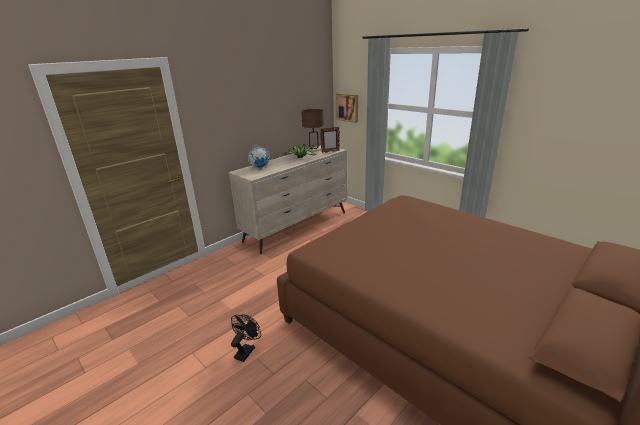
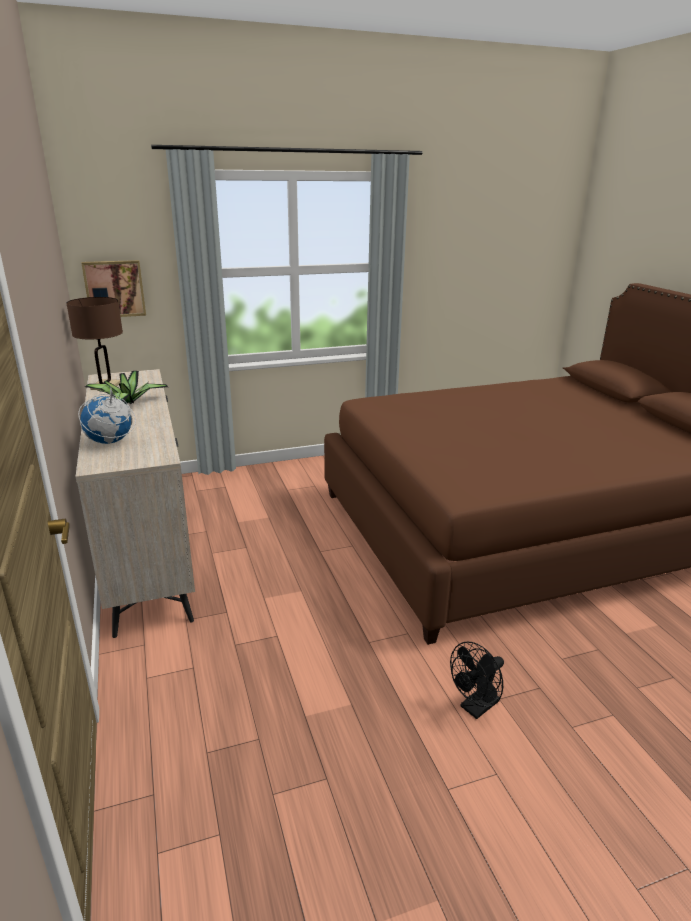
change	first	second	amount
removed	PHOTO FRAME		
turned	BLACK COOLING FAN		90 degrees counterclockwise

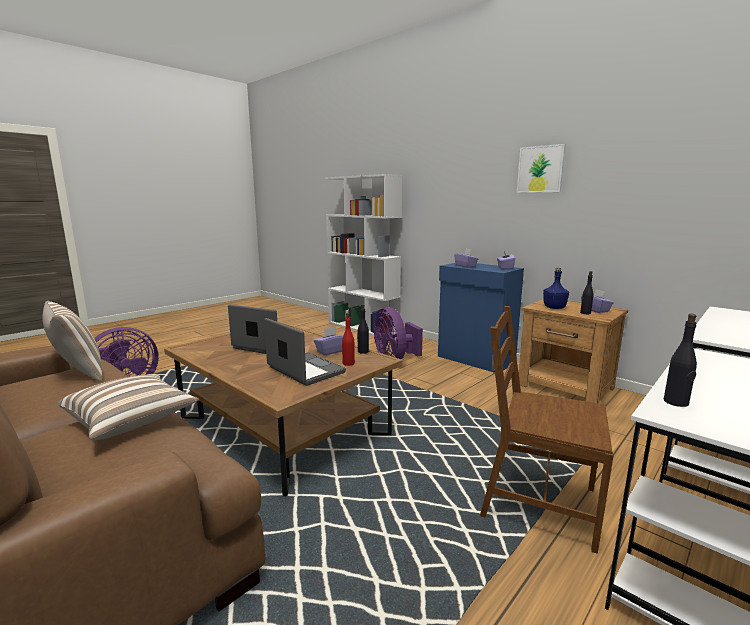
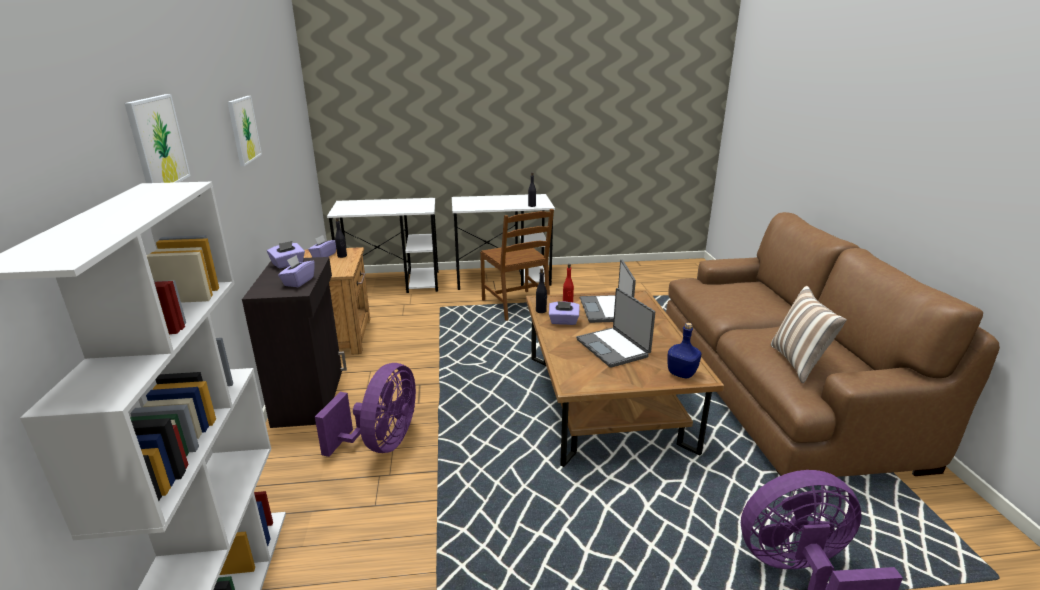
change	first	second	amount
removed	CUSHION (2nd from left)		
added		WALL PICTURE (1st from left)	
moved	BLUE-COLOURED BOTTLE		
recoloured	BLUE-COLOURED CABINET	BLACK CABINET	

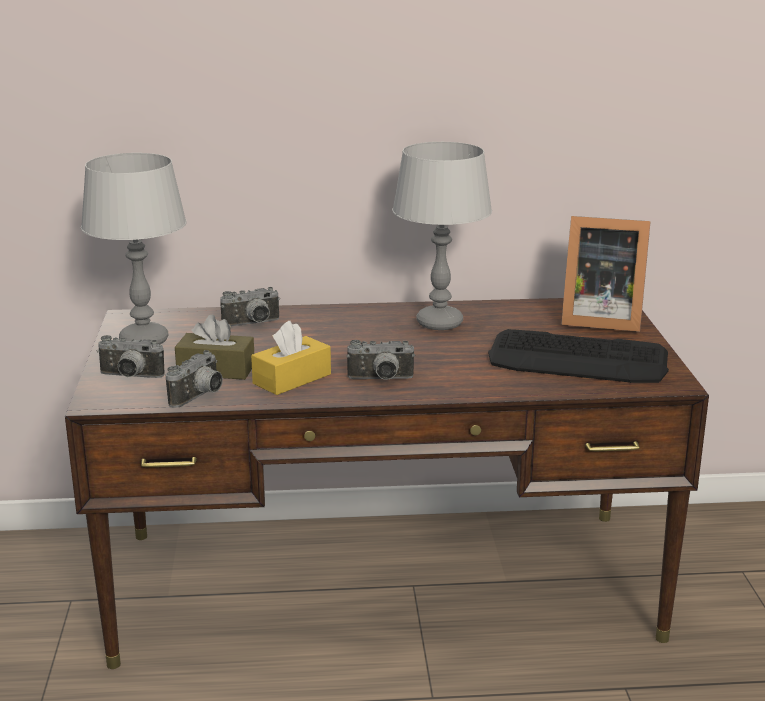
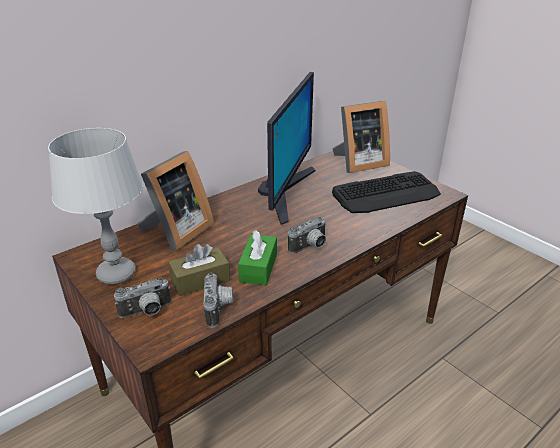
change	first	second	amount
replaced	PHOTO CAMERA (3rd from left)	PHOTO FRAME (1st from left)	
replaced	GREY TABLETOP LAMP (2nd from left)	MONITOR	
recoloured	YELLOW BOX OF TISSUES	GREEN BOX OF TISSUES	

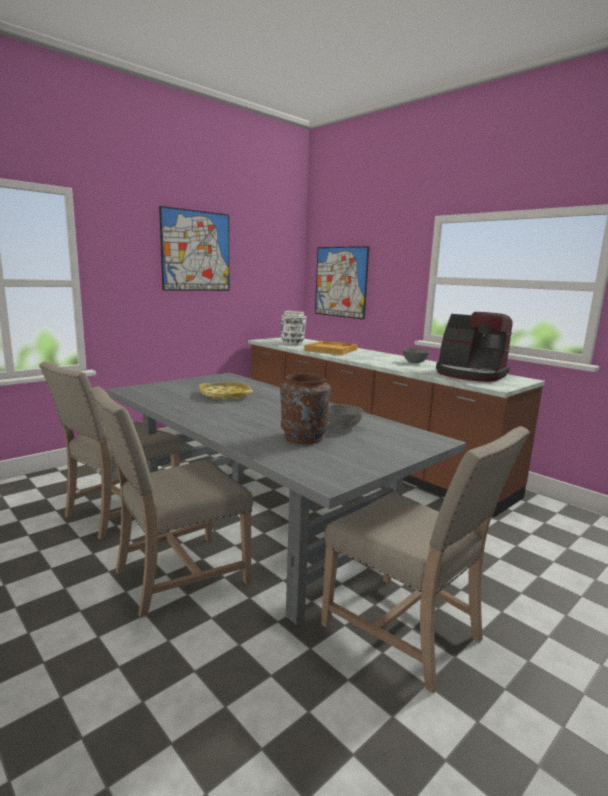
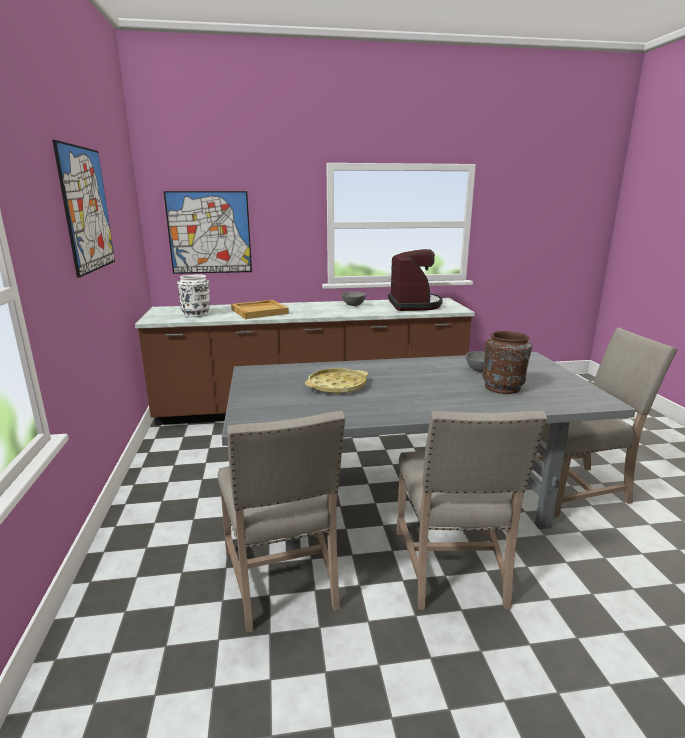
change	first	second	amount
turned	COFFEE BREWER		75 degrees counterclockwise

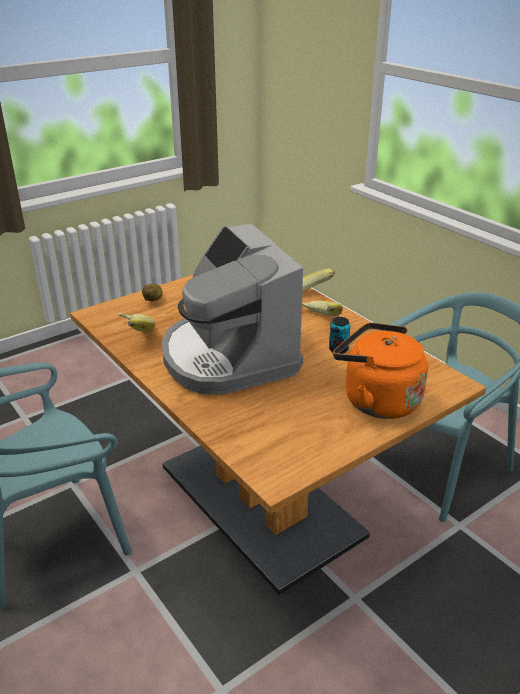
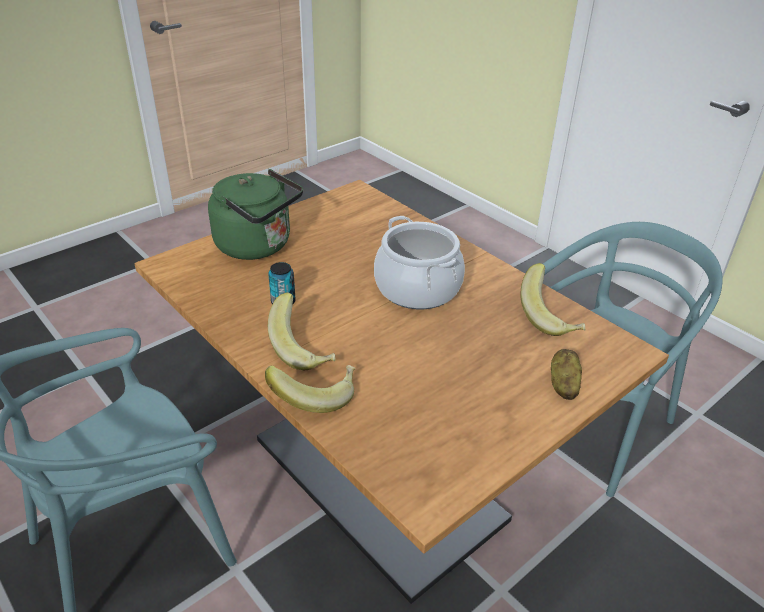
change	first	second	amount
replaced	COFFEE BREWER	STOCKPOT	
recoloured	ORANGE KETTLE	GREEN KETTLE	

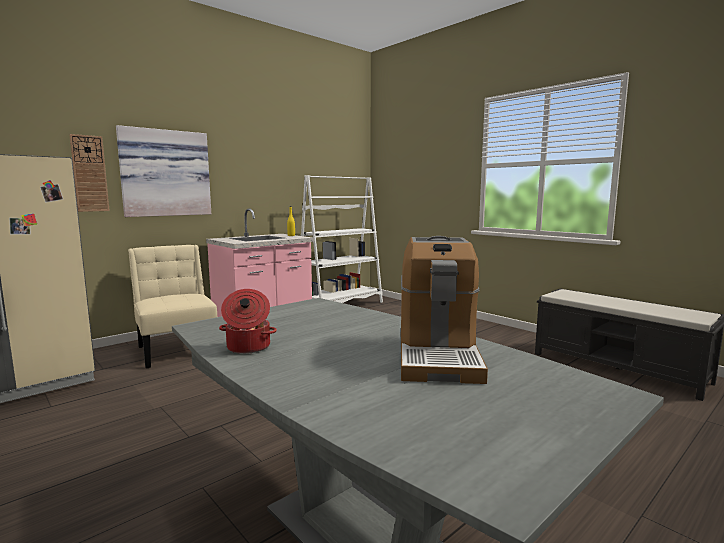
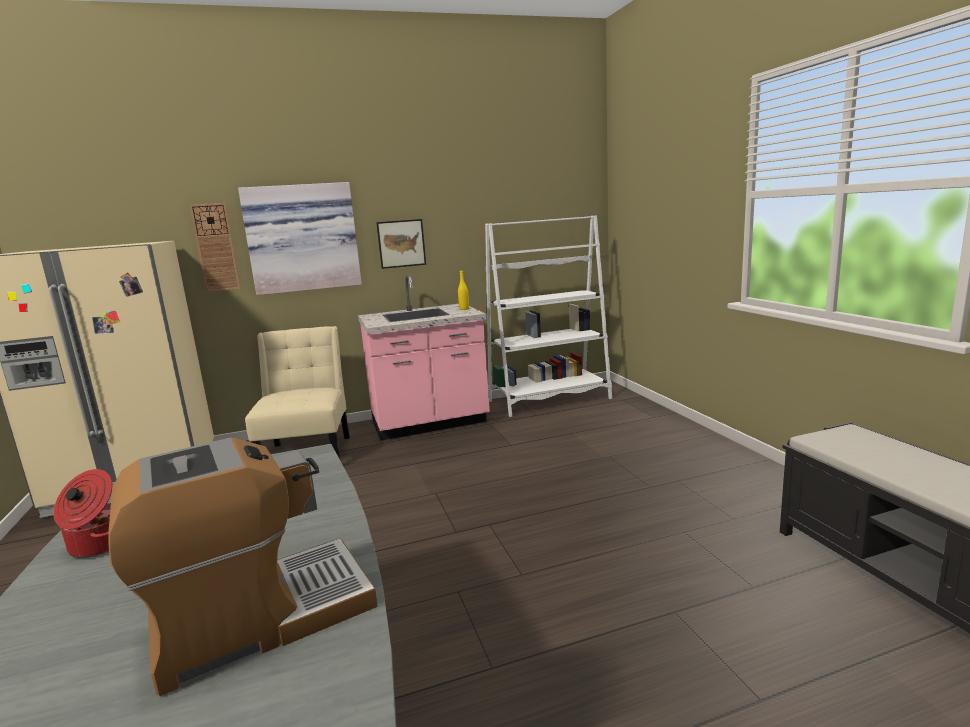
change	first	second	amount
added		WALL PICTURE (2nd from left)	
turned	COFFEE BREWER		150 degrees counterclockwise

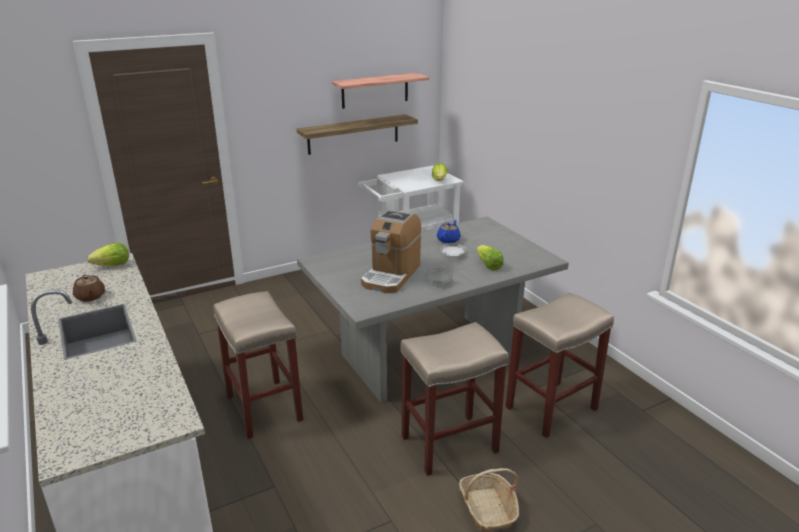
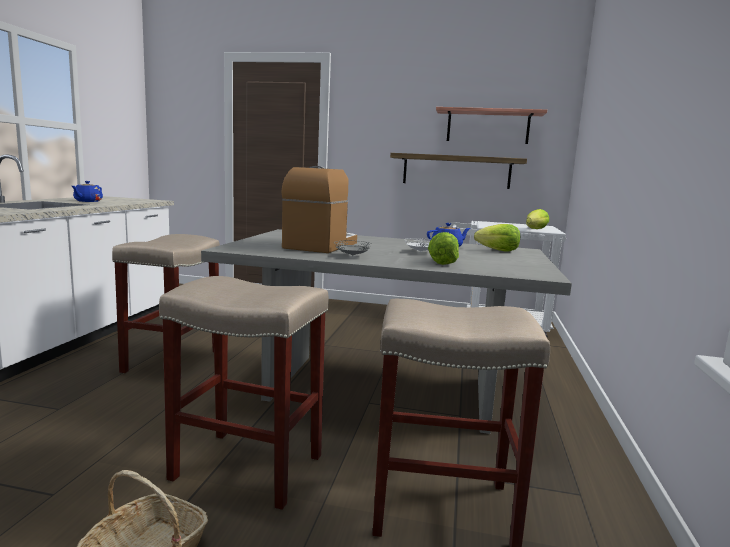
change	first	second	amount
moved	LETTUCE (1st from left in the first image)	LETTUCE (2nd from left)	
recoloured	BROWNISH POT FOR TEA	BLUE-COLOURED POT FOR TEA (1st from left)	
turned	COFFEE BREWER		135 degrees clockwise

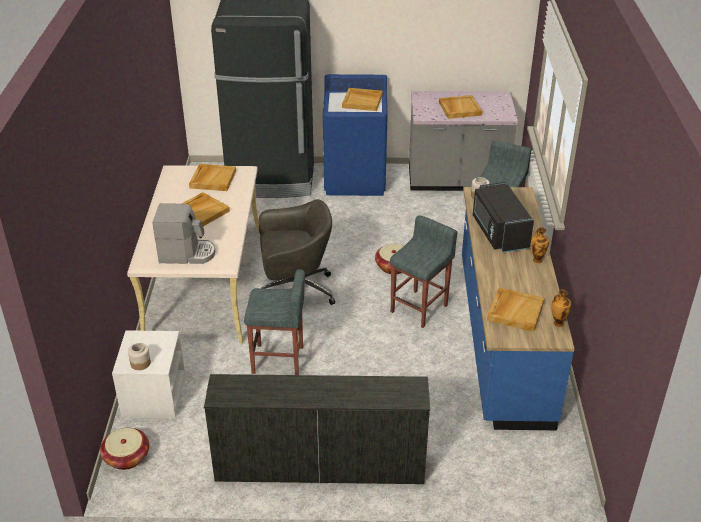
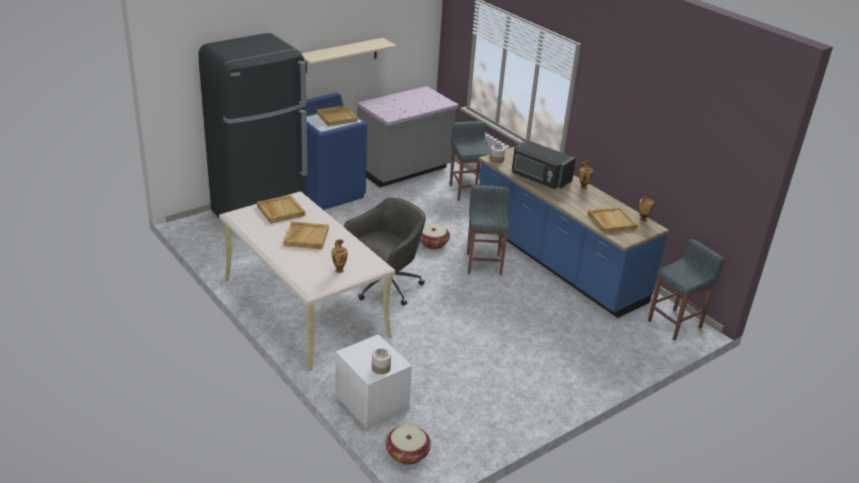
change	first	second	amount
removed	WHITISH CHEST OF DRAWERS		
removed	BEIGE-COLOURED CARRYING TRAY (4th from left)		
added		BEIGE-COLOURED BRACKET SHELF	
moved	GREY STOOL (1st from left in the first image)	GREY STOOL (3rd from left)	
replaced	COFFEE BREWER	VASE (1st from left)	

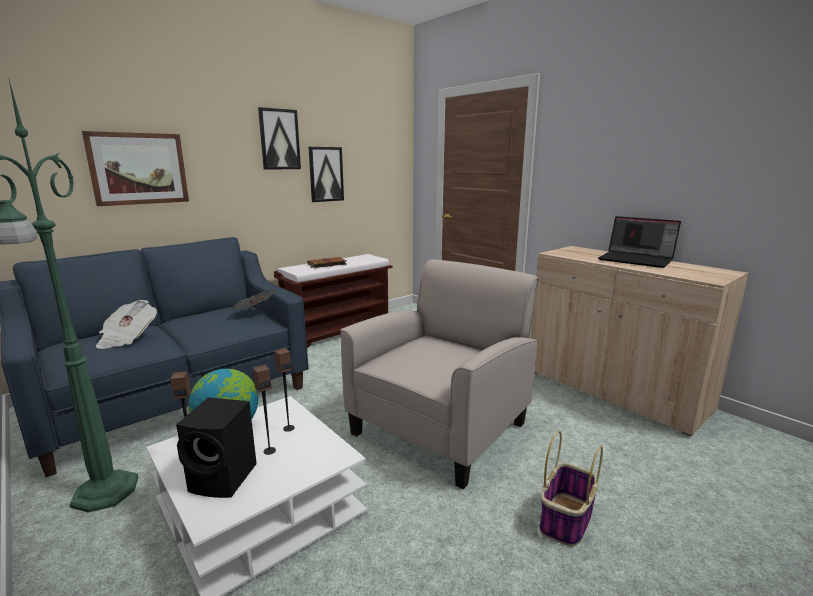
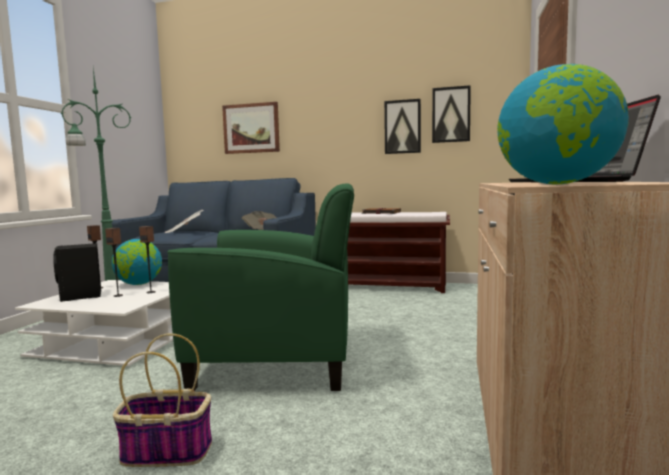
change	first	second	amount
added		GLOBE (2nd from left)	
moved	WALL PICTURE (2nd from left in the first image)	WALL PICTURE (3rd from left)	
recoloured	BEIGE-COLOURED ARMCHAIR	GREEN ARMCHAIR	

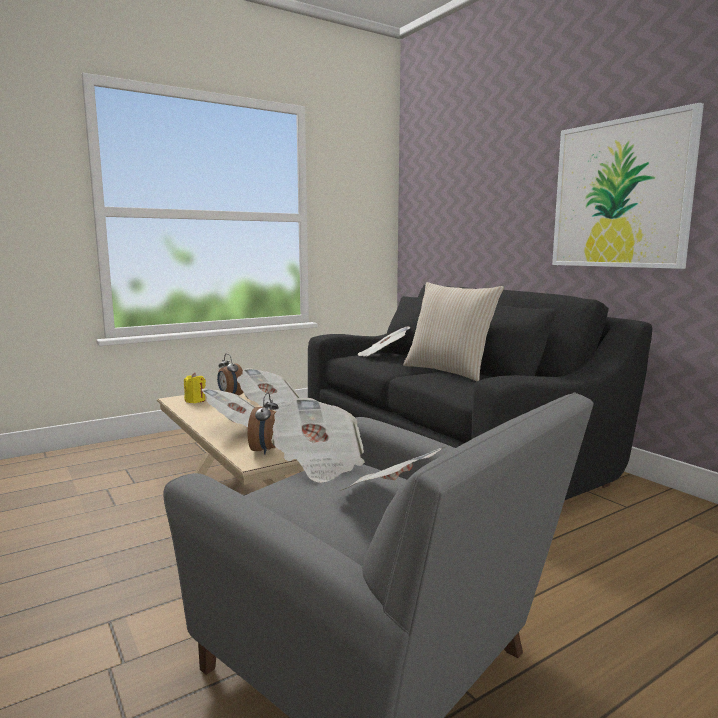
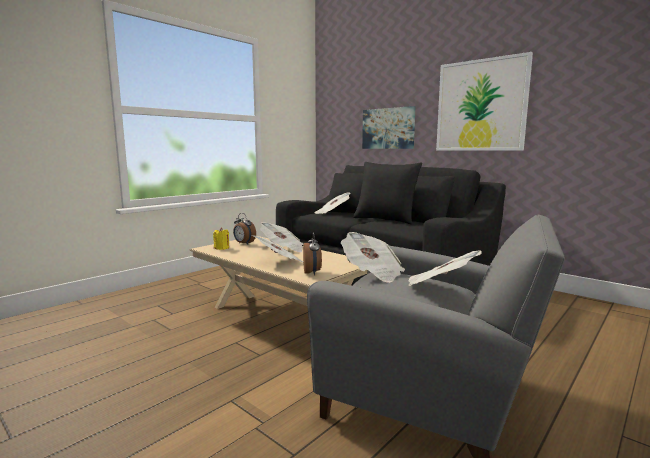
change	first	second	amount
added		WALL PICTURE (1st from left)	
recoloured	BEIGE-COLOURED CUSHION	BLACK CUSHION	

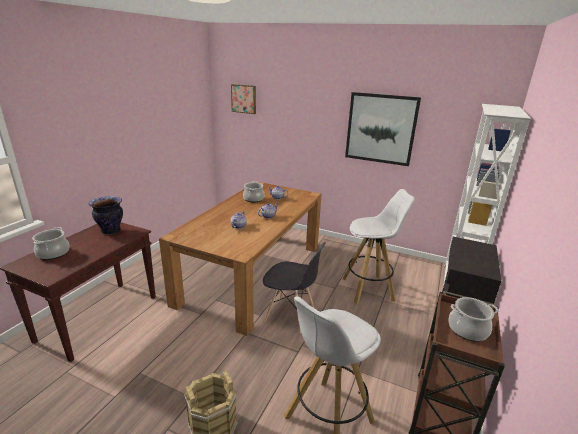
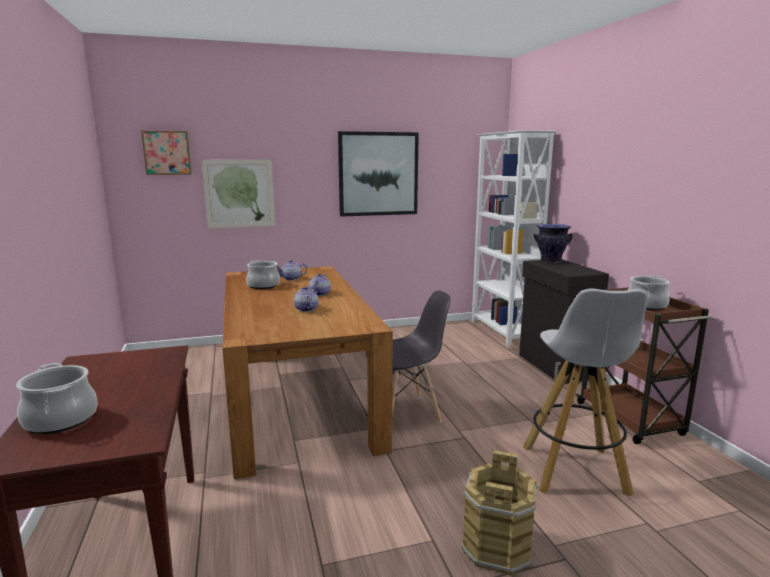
change	first	second	amount
removed	WHITISH STOOL (2nd from left)		
added		WALL PICTURE (2nd from left)	
moved	VASE		

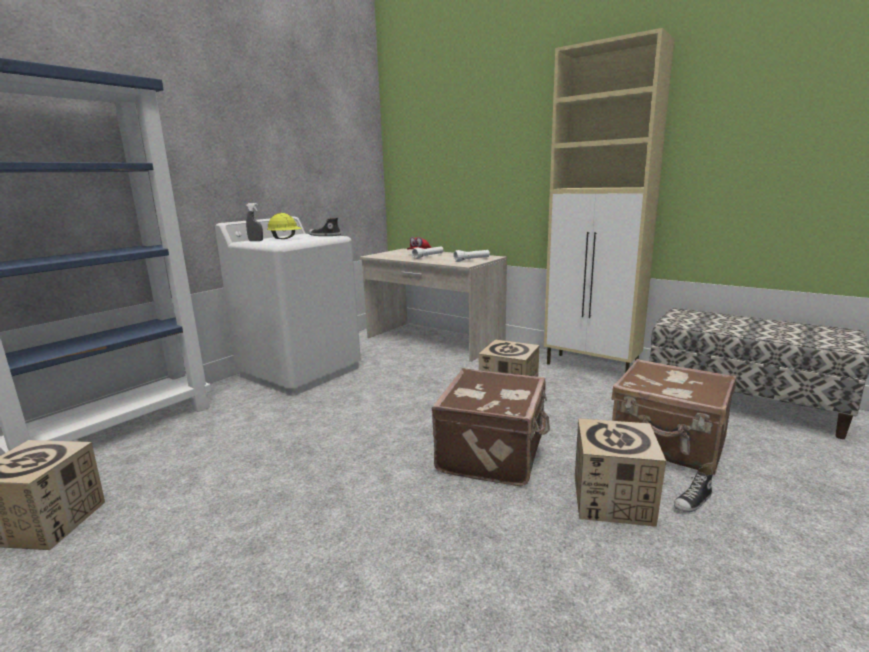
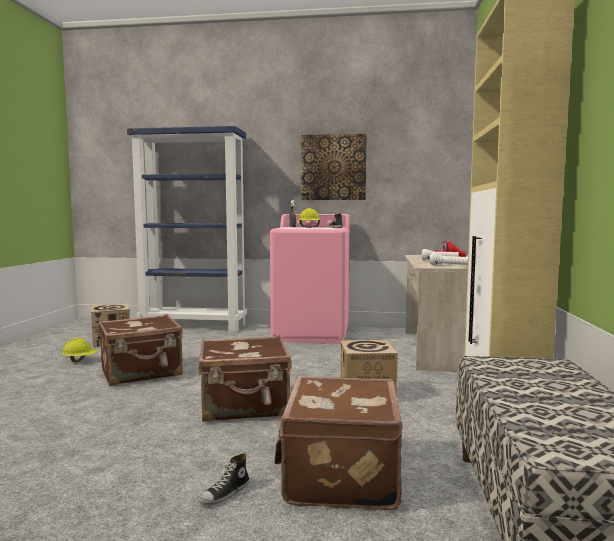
change	first	second	amount
removed	CARDBOARD BOX (3rd from left)		
added		YELLOW WORK HELMET (1st from left)	
added		BROWNISH TRAVEL CASE (1st from left)	
added		WALL PICTURE	
recoloured	WHITISH WASHING MACHINE	PINK WASHING MACHINE	
turned	ITEM OF FOOTWEAR (2nd from left in the first image)	ITEM OF FOOTWEAR (1st from left)	75 degrees counterclockwise

